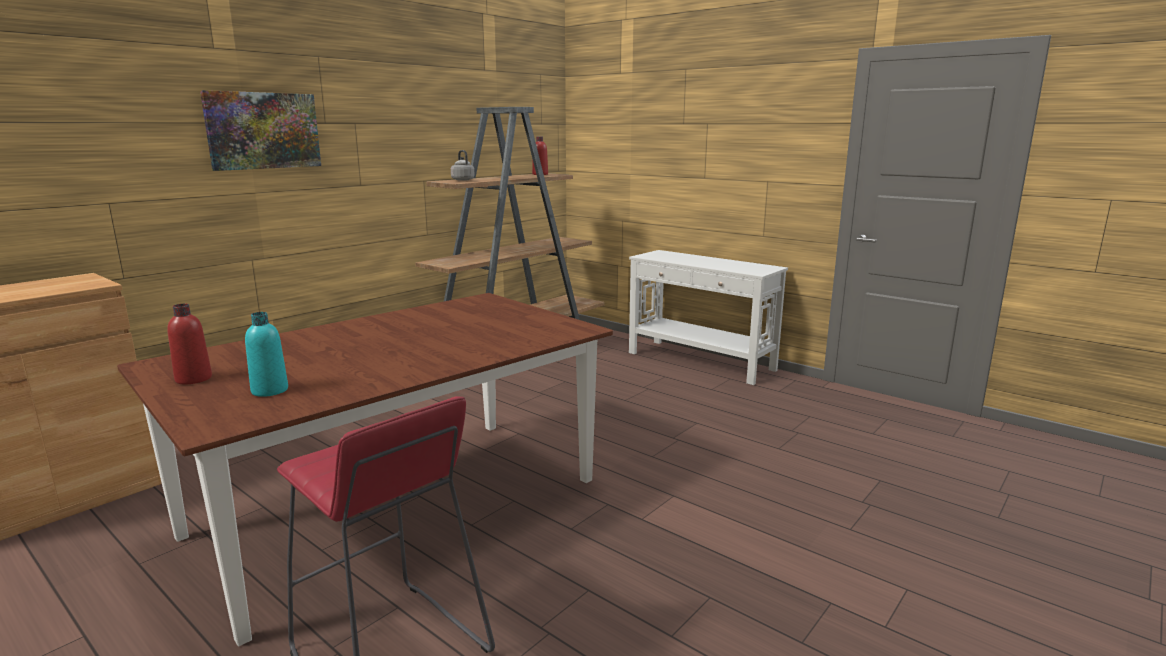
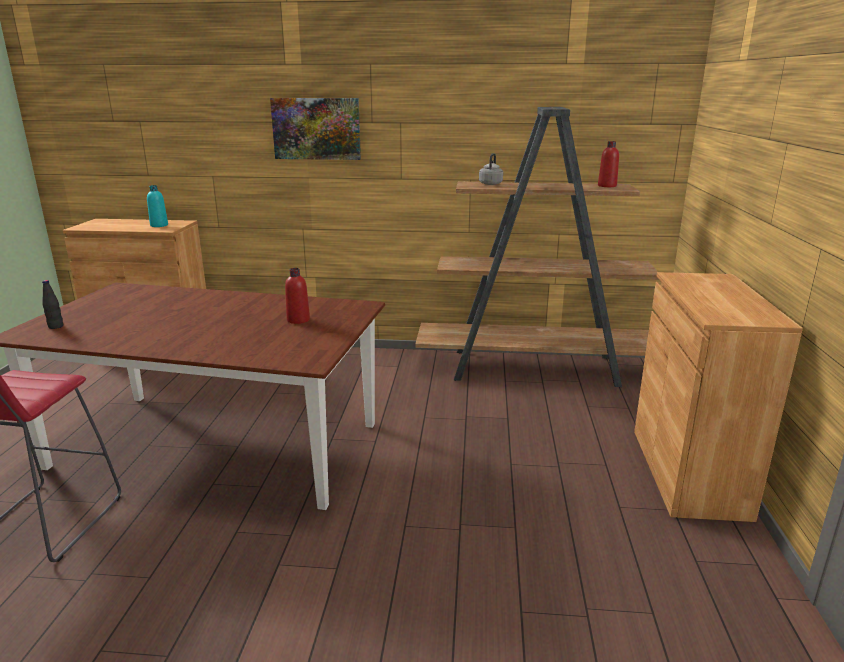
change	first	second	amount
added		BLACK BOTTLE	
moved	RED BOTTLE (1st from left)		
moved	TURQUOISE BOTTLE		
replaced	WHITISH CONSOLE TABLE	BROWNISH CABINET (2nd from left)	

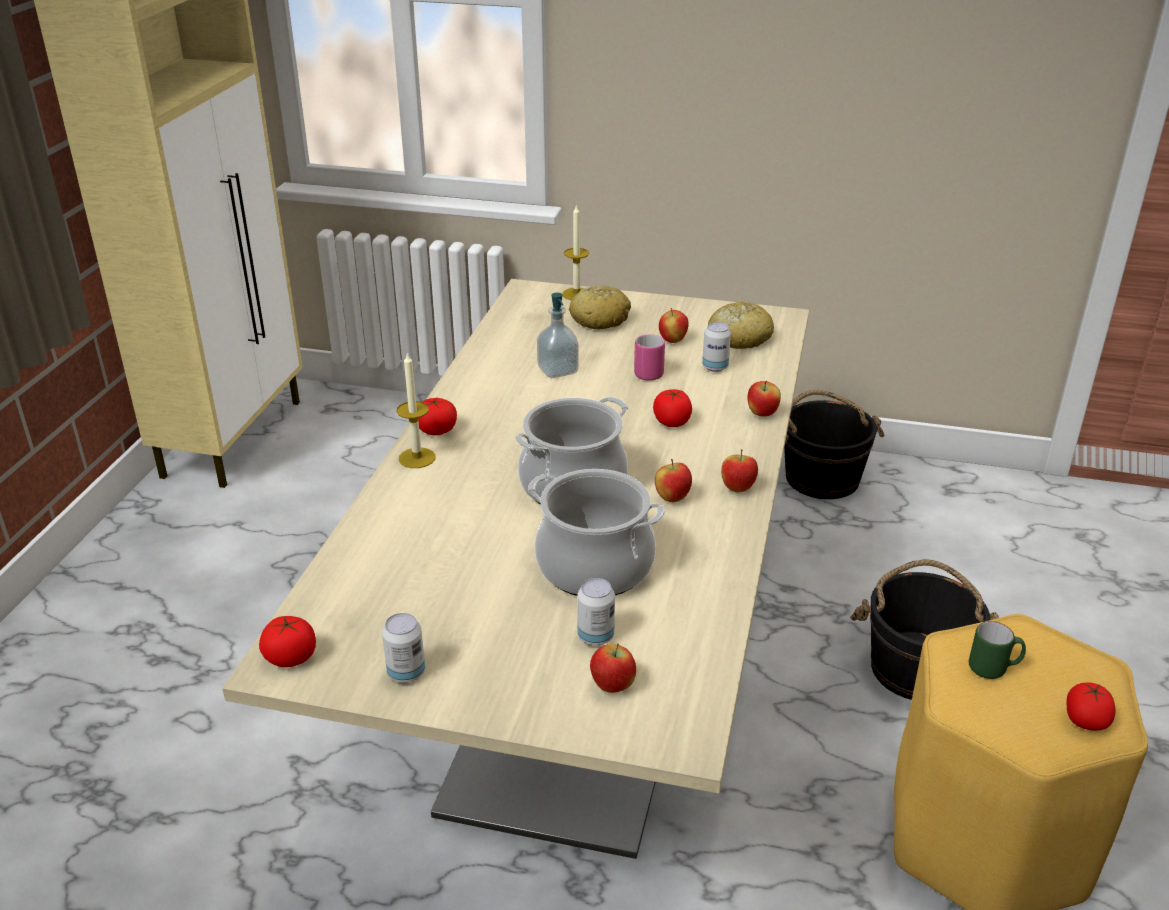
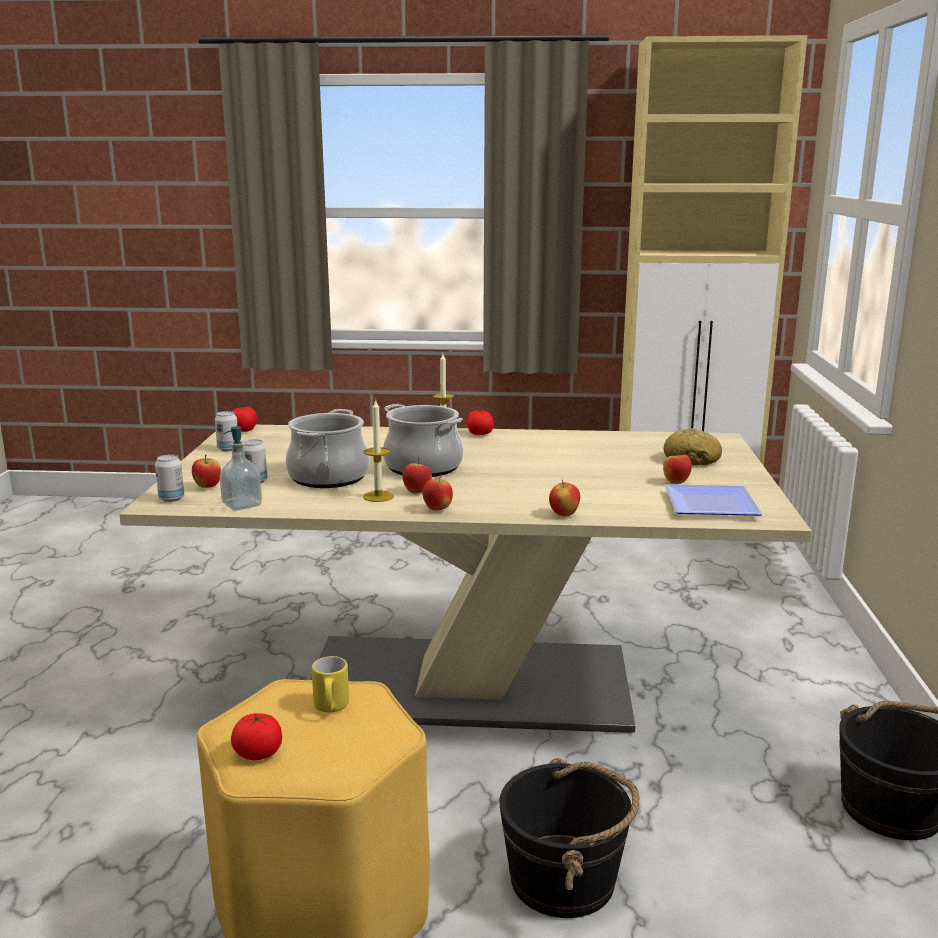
change	first	second	amount
removed	PINK MUG		
removed	TOMATO (3rd from left)		
moved	SOAP BOTTLE		
moved	CANDLE (2nd from left in the first image)	CANDLE (1st from left)	
moved	CAN (3rd from left in the first image)	CAN (1st from left)	
replaced	BAKED BREAD (2nd from left)	DINNER PLATE	
recoloured	GREEN MUG	YELLOW MUG	

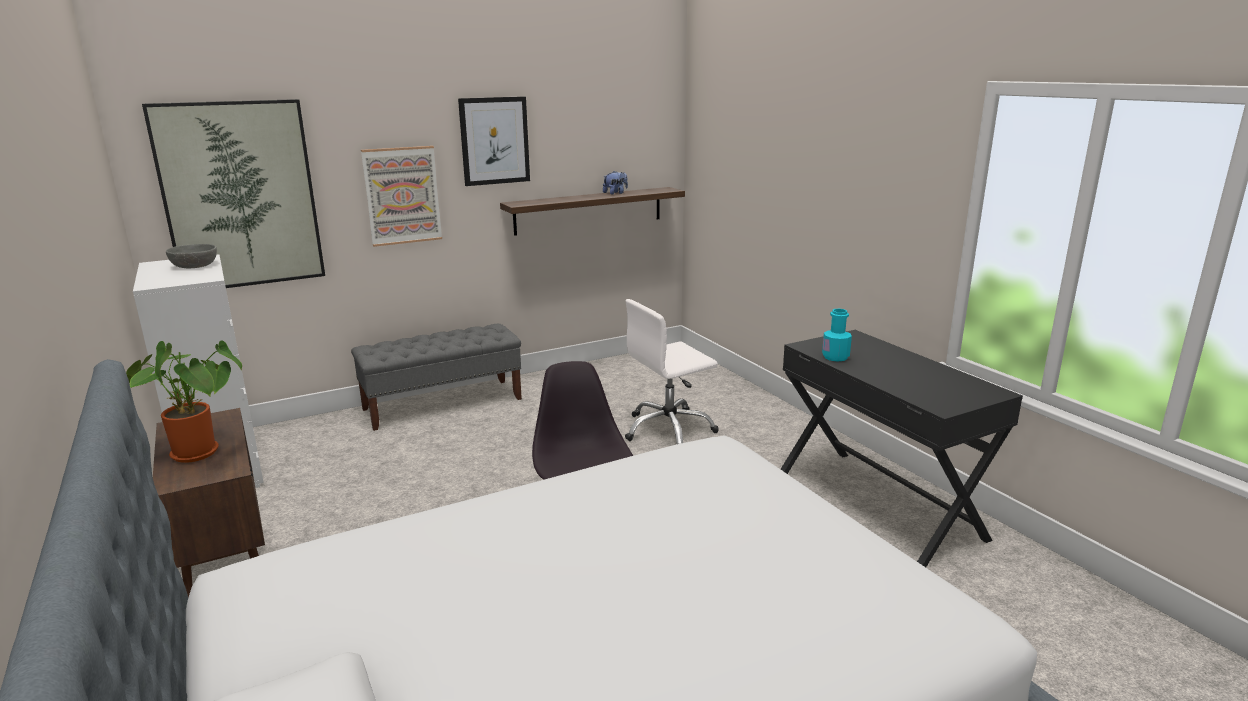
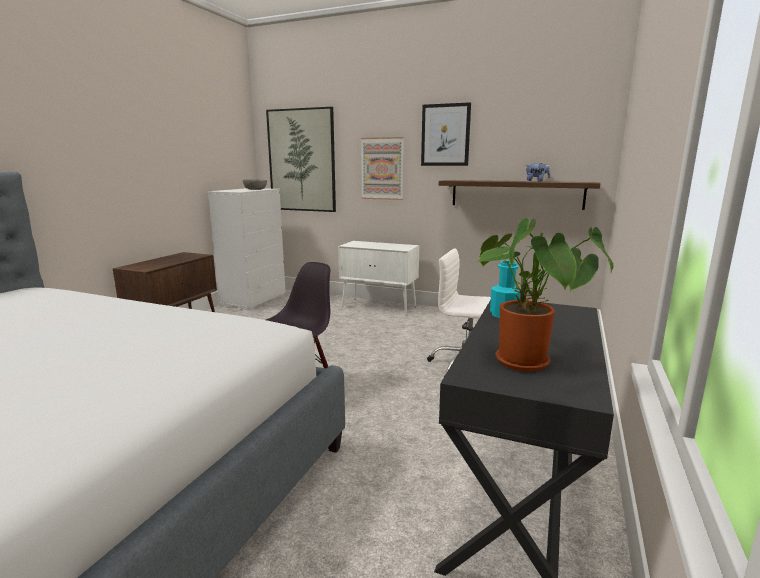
change	first	second	amount
moved	PLANT IN A POT		
replaced	GREY LONG SEAT	WHITISH CABINET	

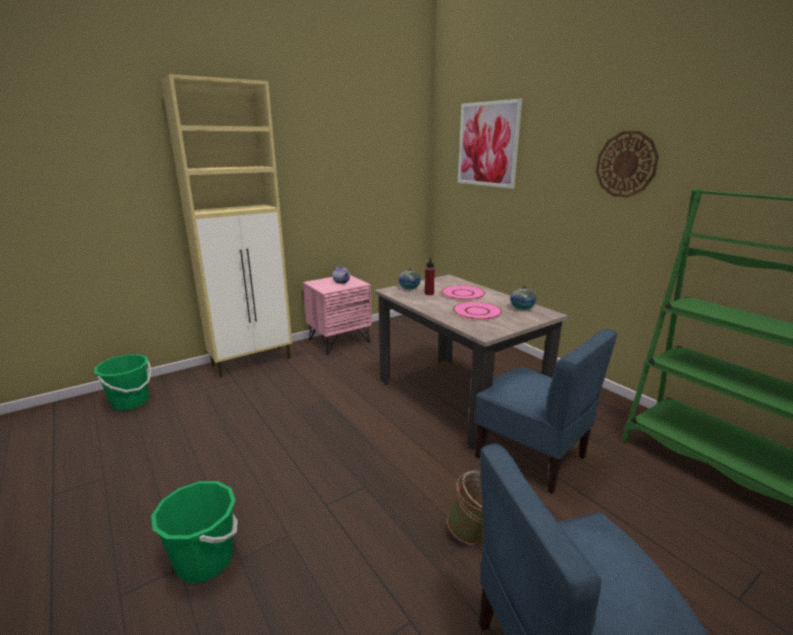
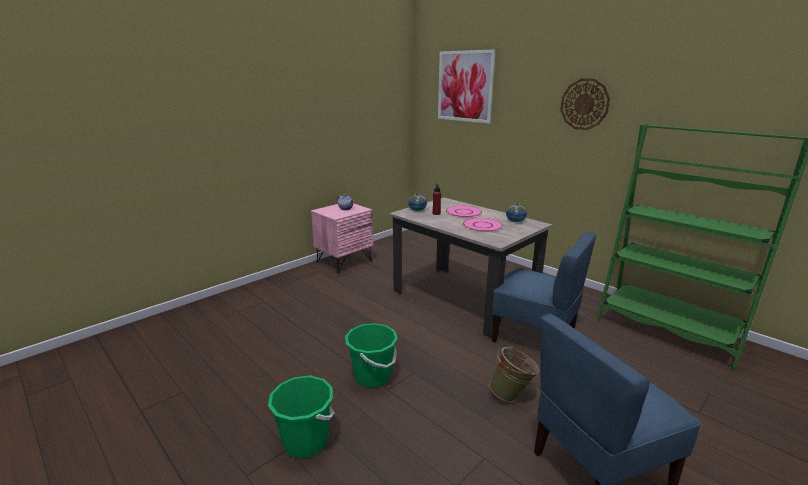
change	first	second	amount
removed	BEIGE-COLOURED CABINET		
moved	GREEN BUCKET (1st from left in the first image)	GREEN BUCKET (2nd from left)	

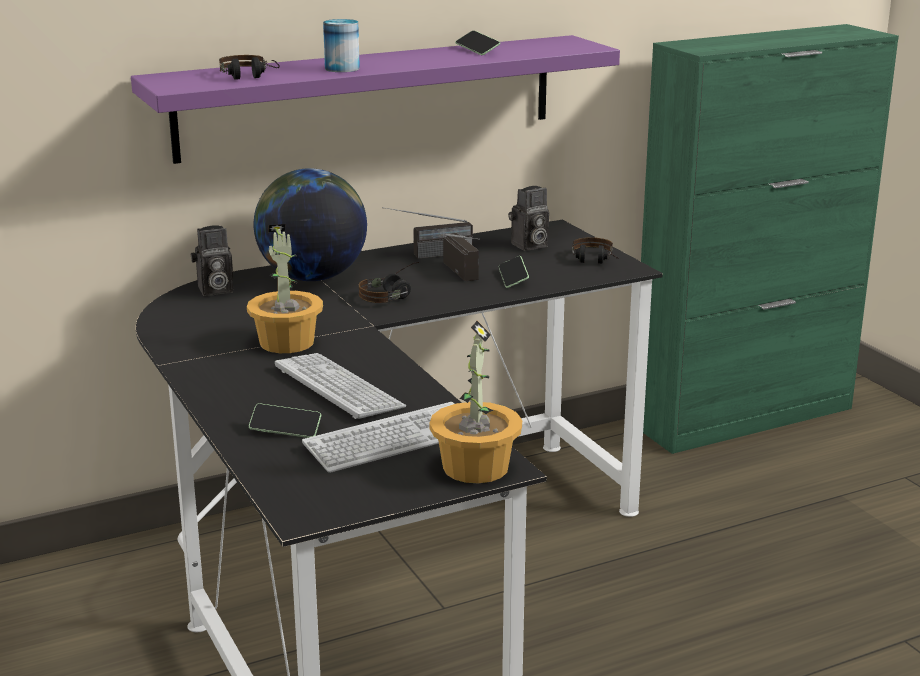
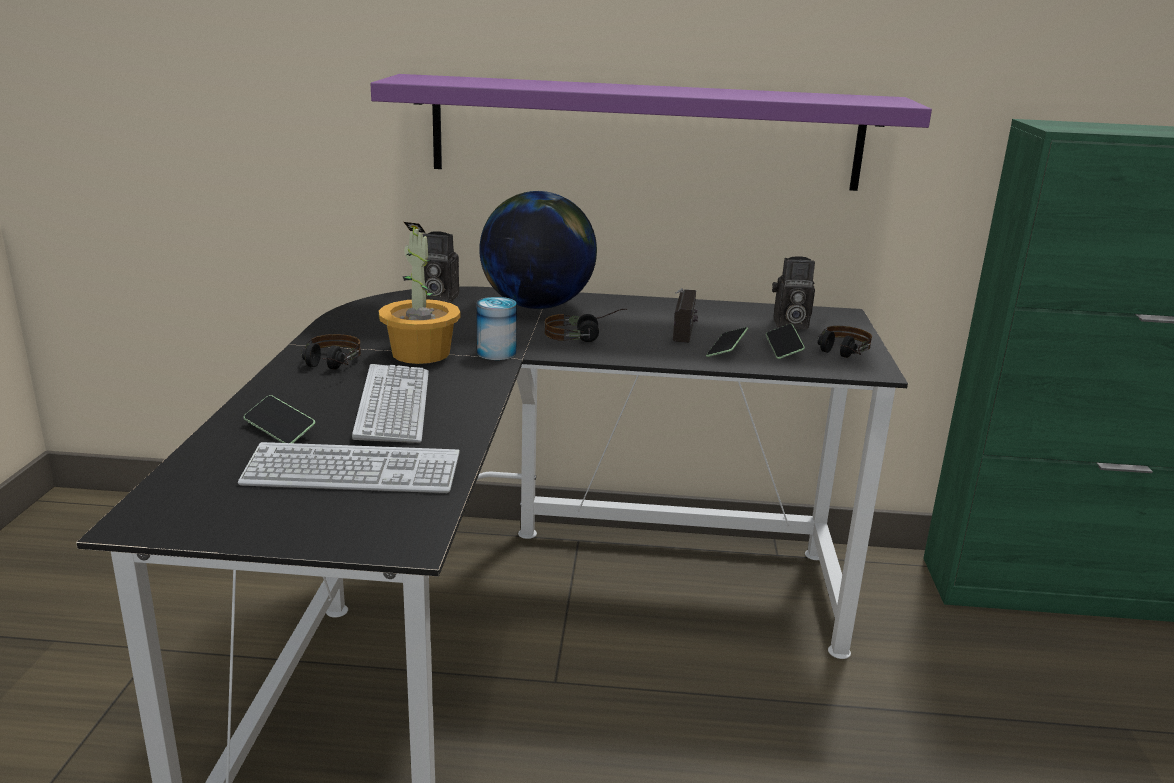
change	first	second	amount
removed	RADIO SET (1st from left)		
removed	PLANT IN A POT (2nd from left)		
moved	HEADSET (1st from left)		
moved	CAN		
moved	HANDSET (2nd from left in the first image)	HANDSET (3rd from left)	

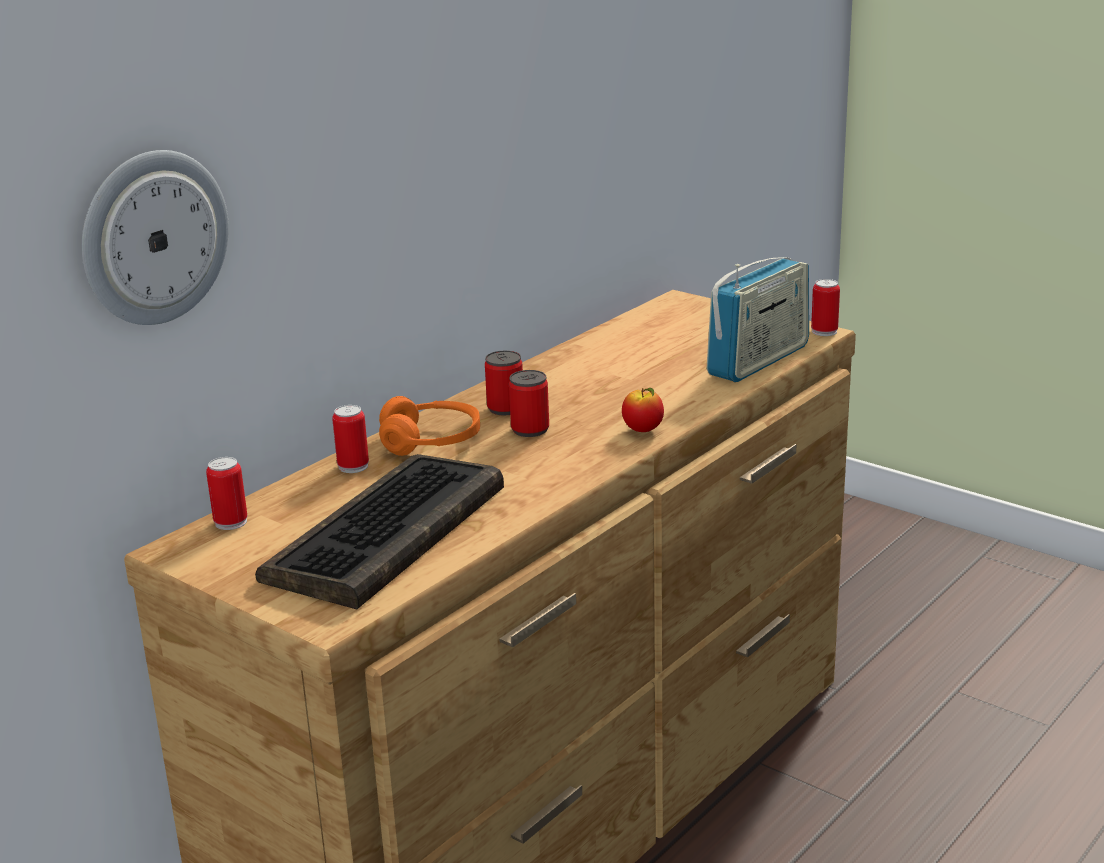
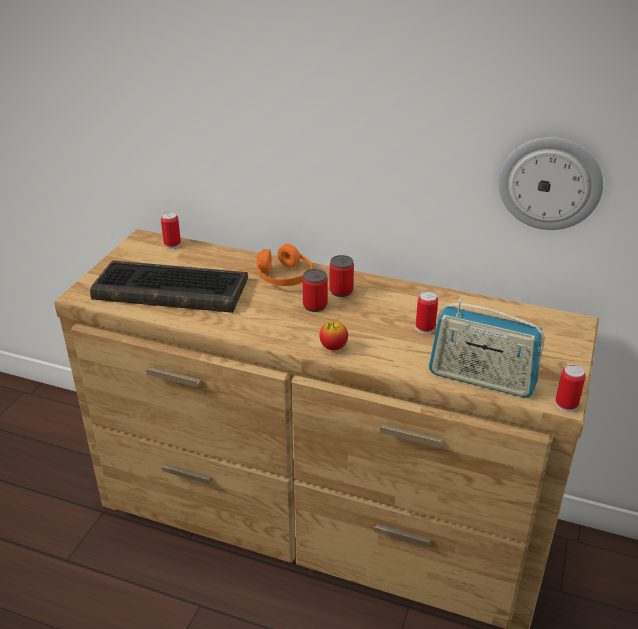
change	first	second	amount
moved	WALL CLOCK		
moved	CAN (2nd from left in the first image)	CAN (4th from left)	

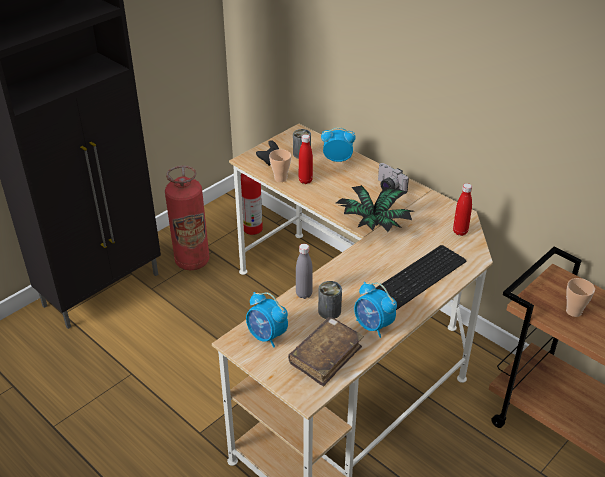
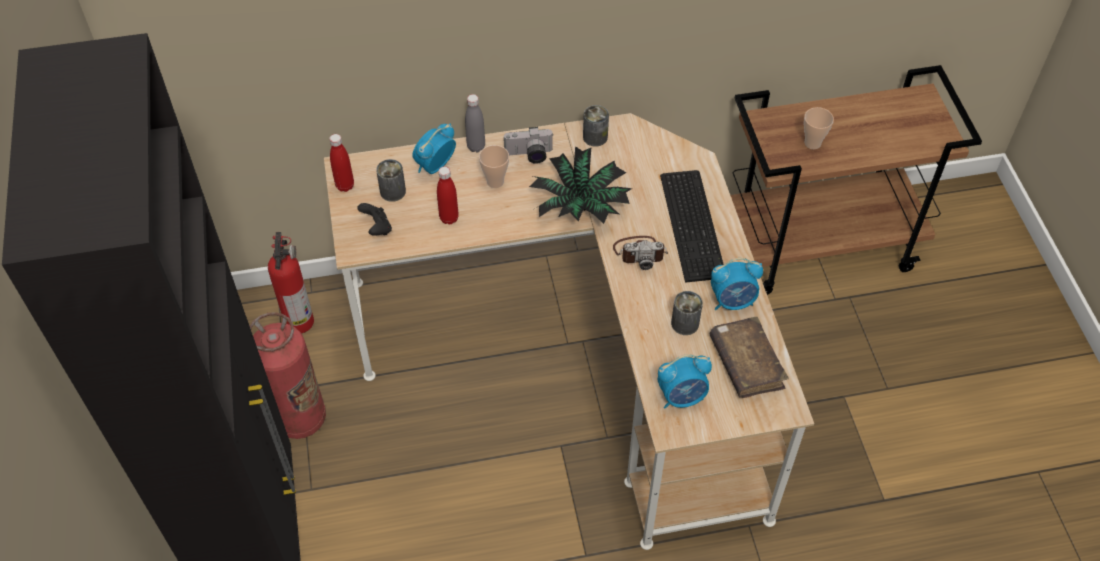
change	first	second	amount
added		CAN (2nd from left)	
added		PHOTO CAMERA (2nd from left)	
moved	DRINKING CUP (1st from left)		
moved	GREY BOTTLE		
moved	RED BOTTLE (2nd from left in the first image)	RED BOTTLE (1st from left)	

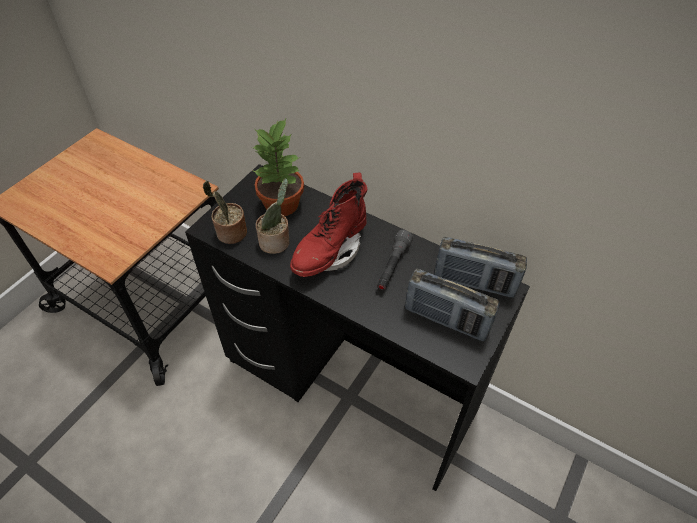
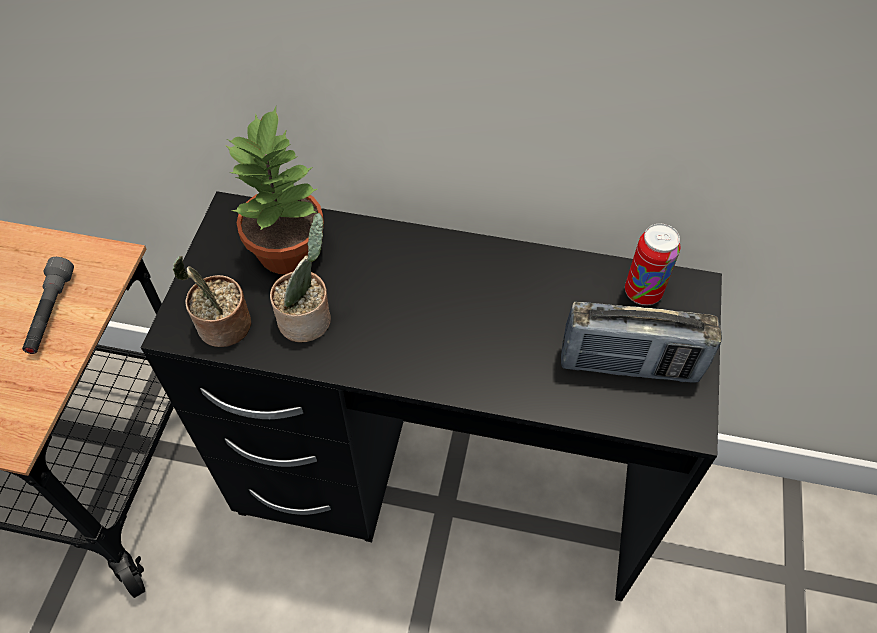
change	first	second	amount
removed	RED TALL BOOT		
moved	GREY TORCH		
replaced	RADIO SET (2nd from left)	CAN	

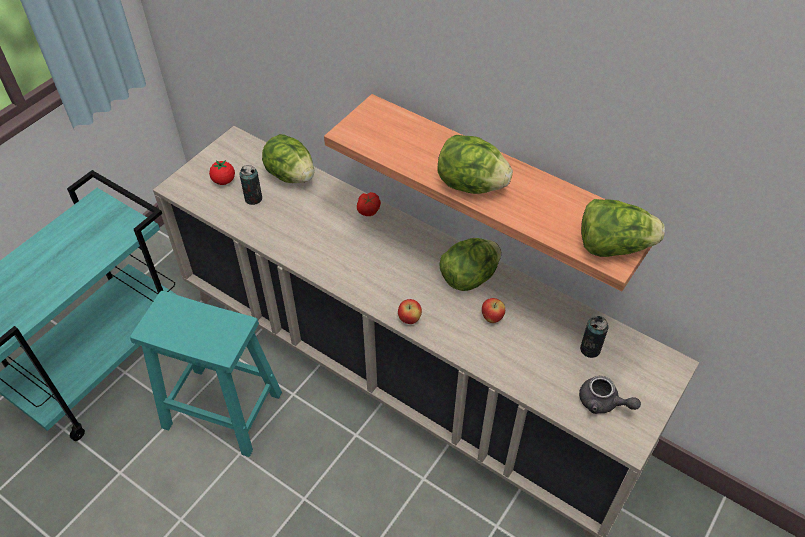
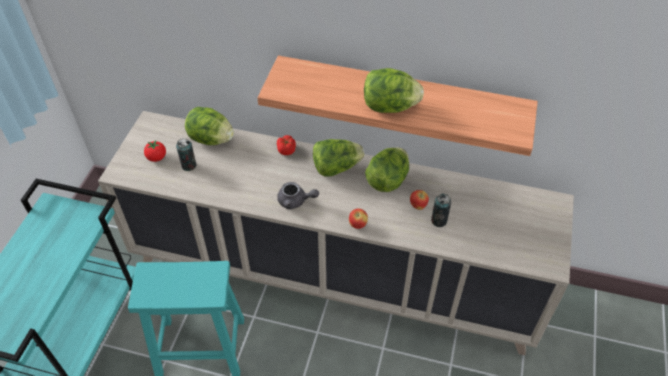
change	first	second	amount
moved	GREY POT FOR TEA		
moved	CAN (2nd from left)		
moved	LETTUCE (4th from left in the first image)	LETTUCE (2nd from left)	

